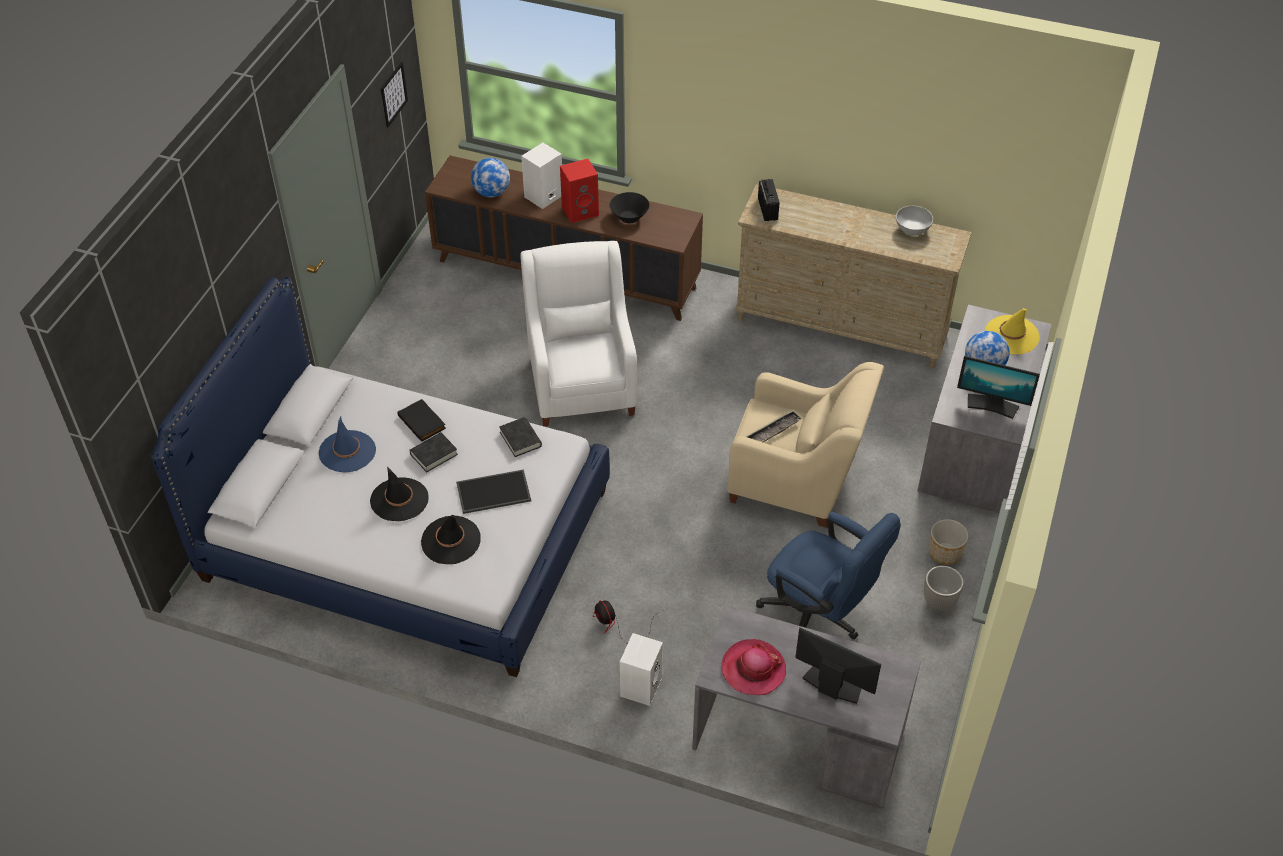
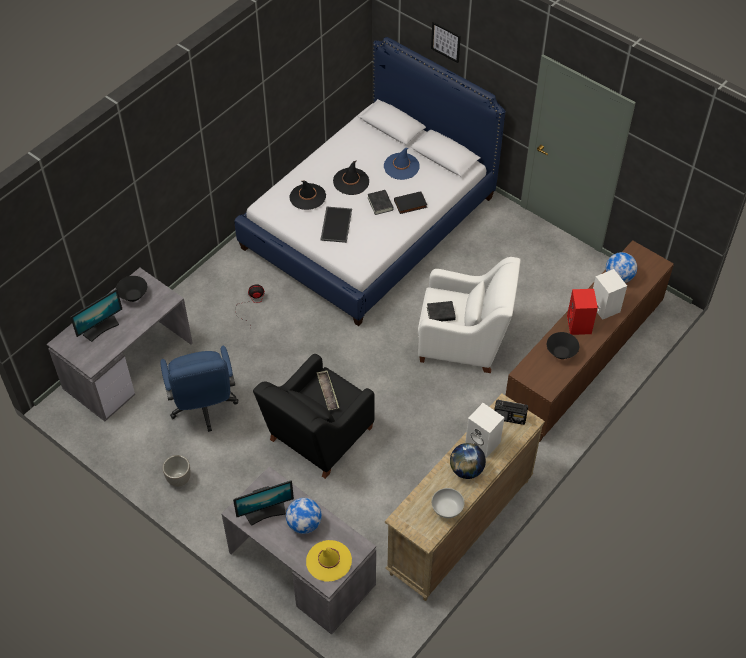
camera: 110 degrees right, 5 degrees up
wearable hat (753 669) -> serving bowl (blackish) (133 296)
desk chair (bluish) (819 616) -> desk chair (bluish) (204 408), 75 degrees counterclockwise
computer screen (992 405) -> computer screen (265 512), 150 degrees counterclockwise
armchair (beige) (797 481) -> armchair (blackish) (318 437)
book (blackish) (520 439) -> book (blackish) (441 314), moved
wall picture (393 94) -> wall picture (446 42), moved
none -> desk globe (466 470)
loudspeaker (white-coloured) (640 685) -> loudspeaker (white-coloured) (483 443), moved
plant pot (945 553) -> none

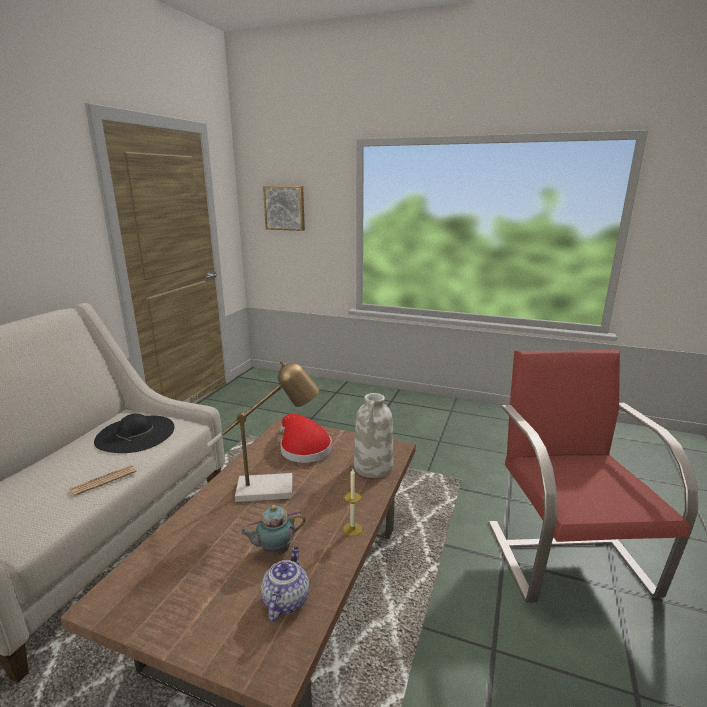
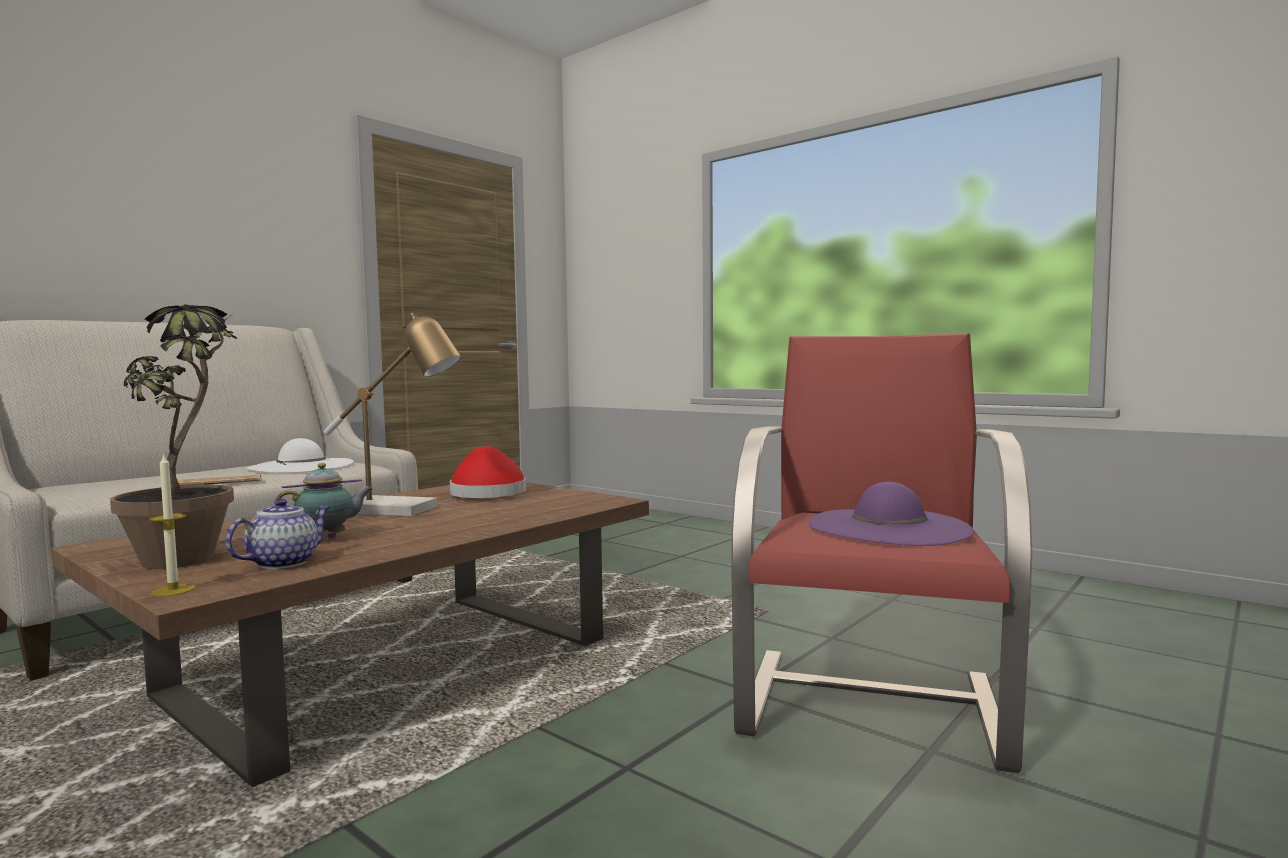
camera: 20 degrees right, 15 degrees down
none -> houseplant (191 554)
wax light (352 529) -> wax light (173 590), moved
wearable hat (blackish) (135 434) -> wearable hat (white-coloured) (301 466)
tea pot (274 551) -> tea pot (329 539), 150 degrees clockwise
none -> wearable hat (purple) (888 527)
wall picture (285 208) -> none
decorative vase (white-coloured) (373 467) -> none

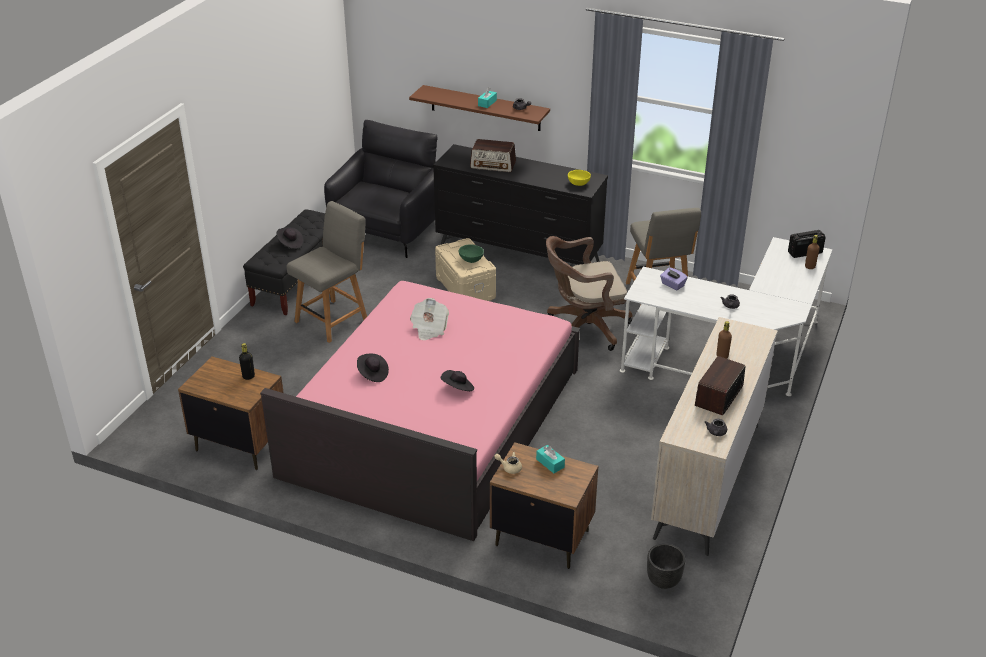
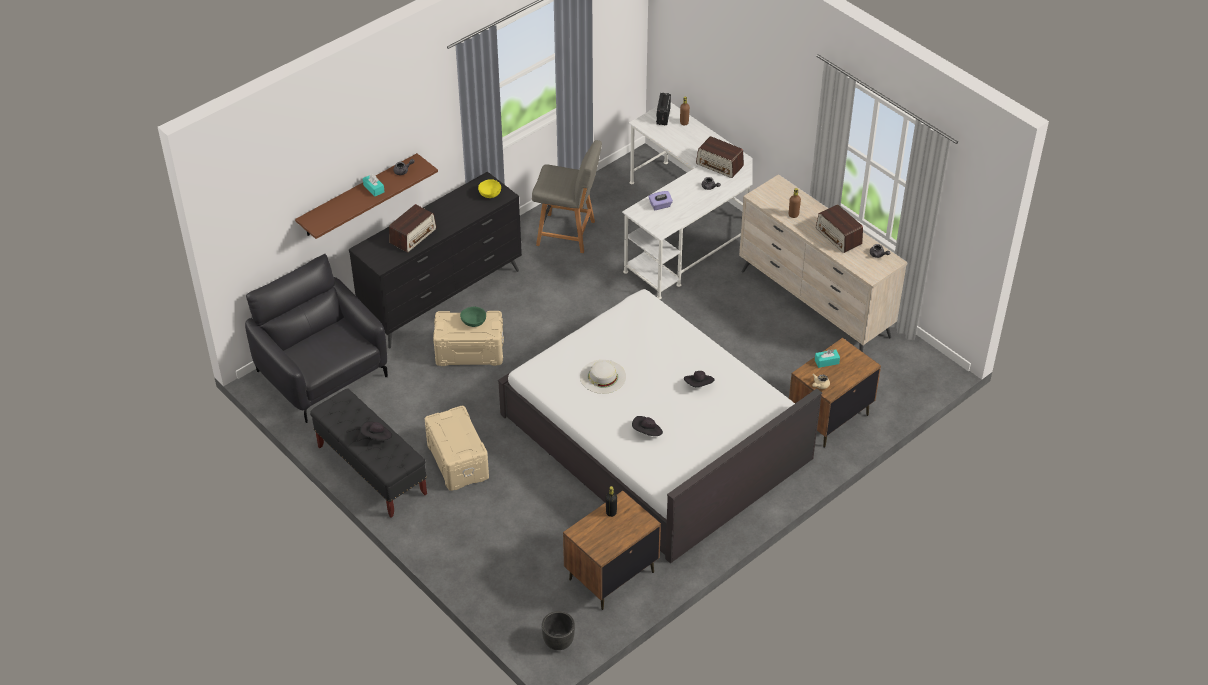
camera: 65 degrees left, 10 degrees up
chair (greyish) (333 320) -> storage container (beige) (458 460)
bedroom bed (pink-coloured) (433 421) -> bedroom bed (white-coloured) (655 437)
plant pot (blackish) (663 580) -> plant pot (blackish) (558 641), moved
daily paper (429 328) -> wearable hat (white-coloured) (603 376)
none -> radio (720 165)
desk chair (brown) (584 328) -> none

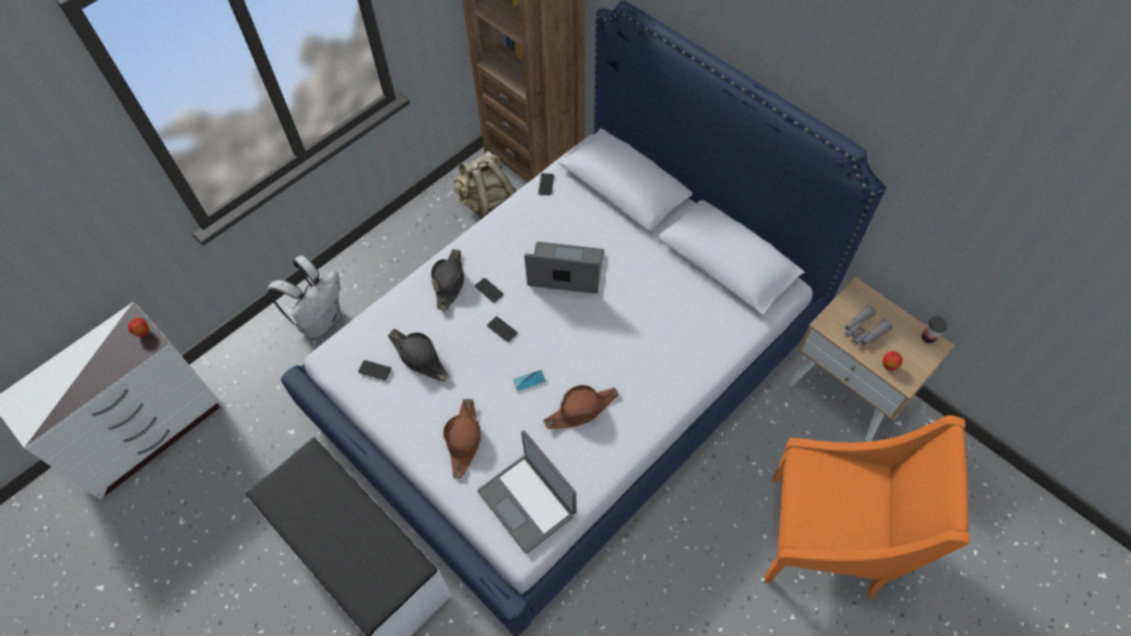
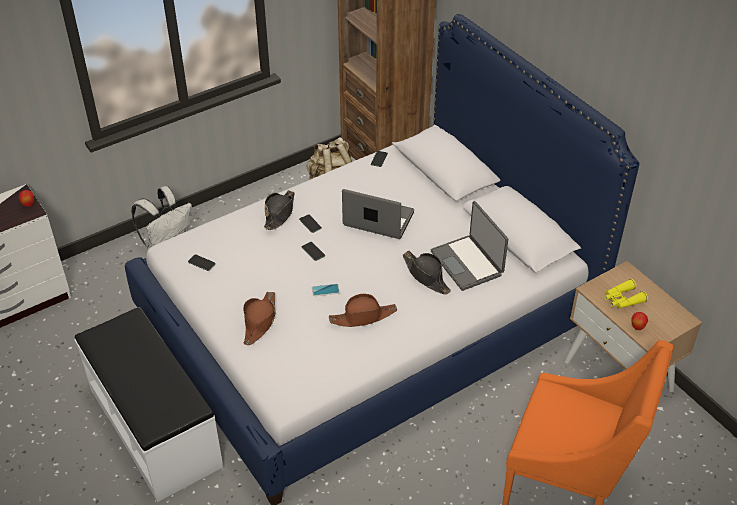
camera: 10 degrees right, 15 degrees down
wearable hat (blackish) (419 358) -> wearable hat (blackish) (426 276), moved
laptop (528 502) -> laptop (468 263), moved
binoculars (greyish) (863 331) -> binoculars (yellow-coloured) (622 299)
cup (928 337) -> none

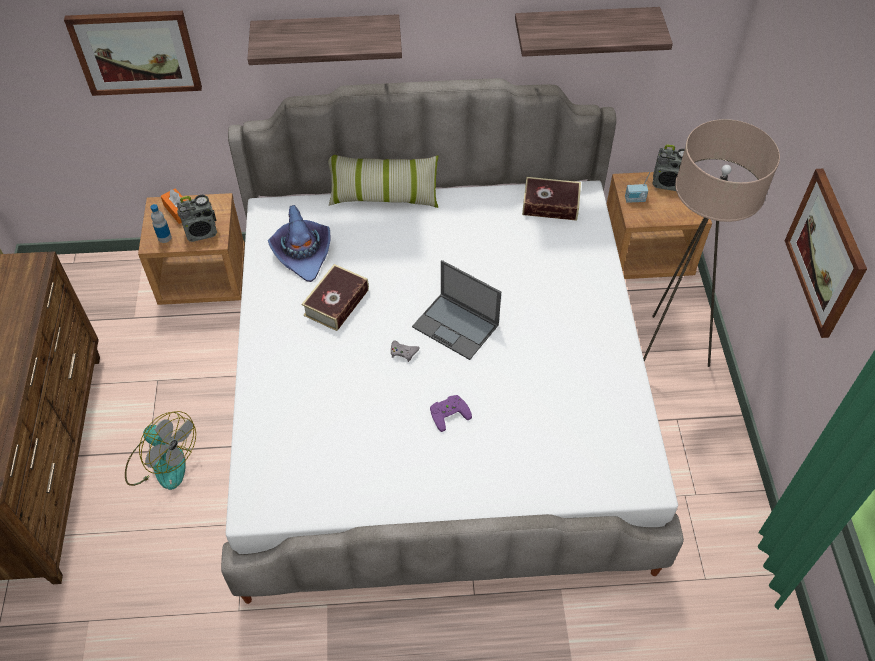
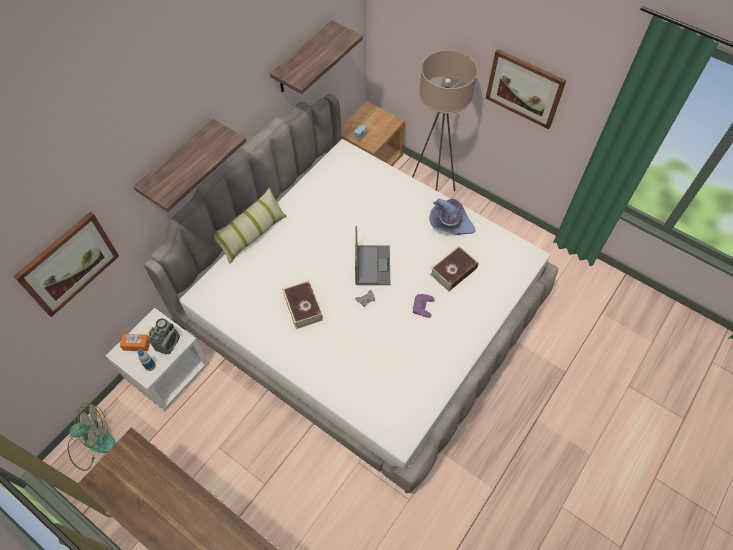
camera: 50 degrees left, 5 degrees up
electric fan (162 462) -> electric fan (92 443), moved
night table (brown) (204 277) -> night table (white-coloured) (168 372)
laptop (456 326) -> laptop (372 264), 75 degrees counterclockwise
wearable hat (purple) (303 253) -> wearable hat (purple) (450 223), moved
book (550 204) -> book (453 271), moved
radio (667 183) -> none

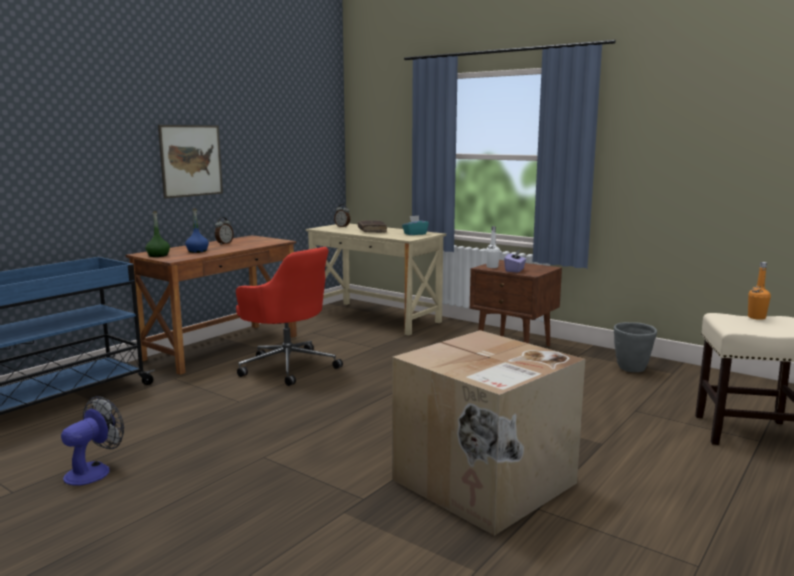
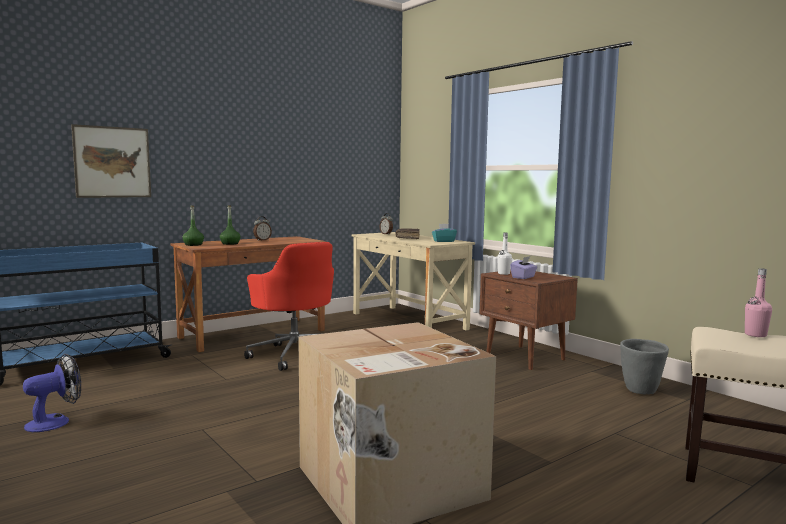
camera: 15 degrees right, 5 degrees down
wall picture (191 160) -> wall picture (112 162), moved
beverage bottle (bluish) (197 251) -> beverage bottle (greenish) (230 244)
beverage bottle (orange) (756 317) -> beverage bottle (pink-coloured) (755 335)

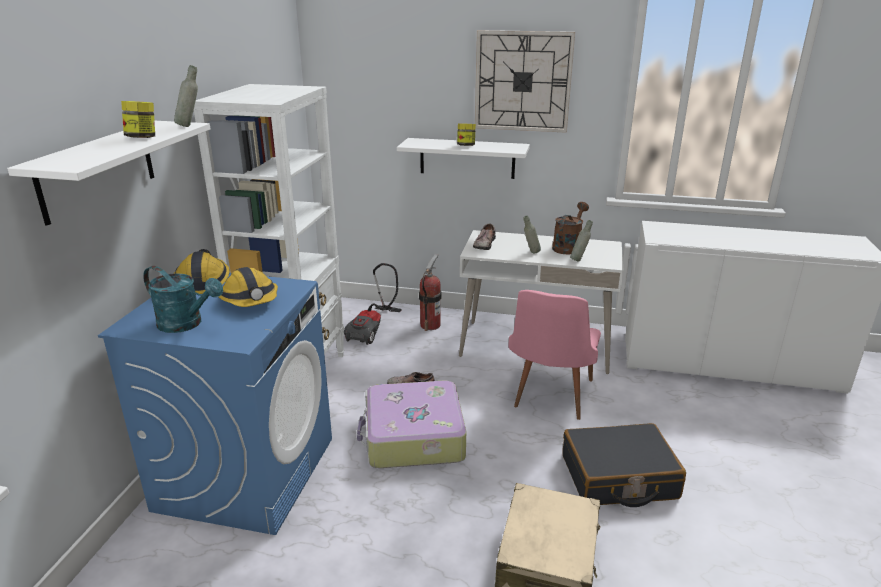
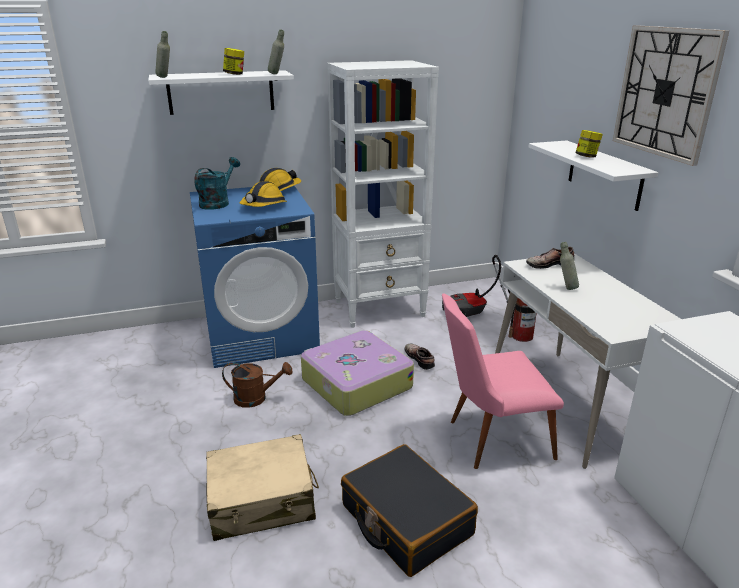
camera: 60 degrees right, 0 degrees up
beverage bottle (greyish) (579 260) -> beverage bottle (greyish) (165 77), moved
watering pot (blue-green) (186 324) -> watering pot (blue-green) (217 203), 150 degrees counterclockwise
watering pot (brown) (568 246) -> watering pot (brown) (256 398), moved

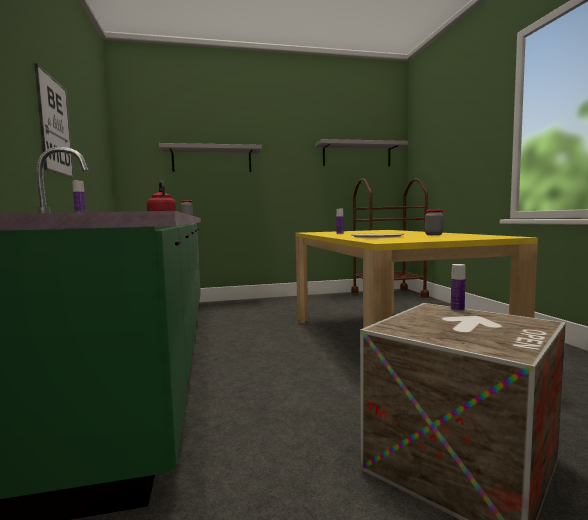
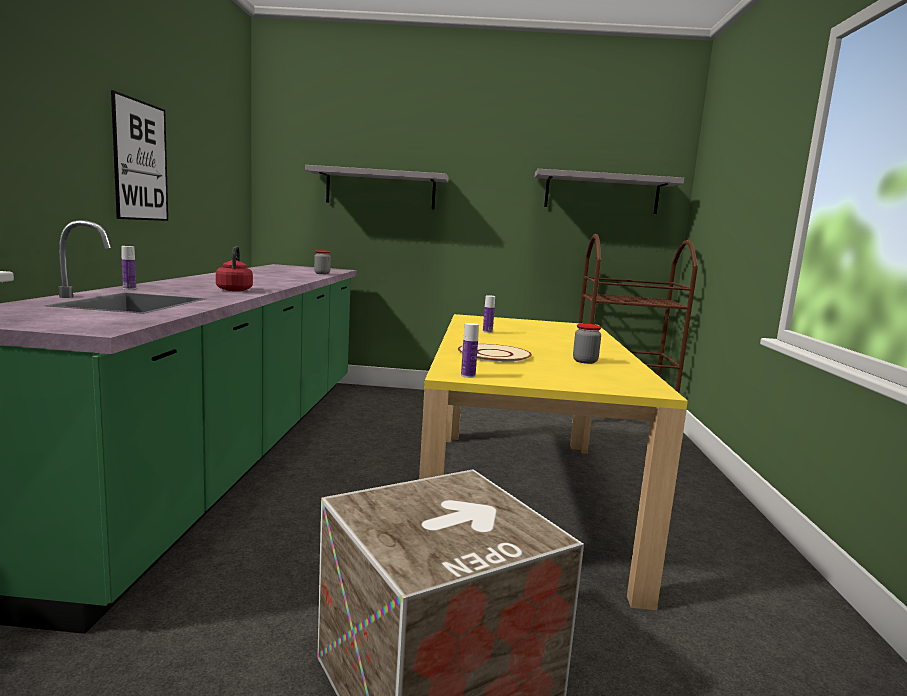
camera: 15 degrees right, 5 degrees up
beverage bottle (457 310) -> beverage bottle (468 375), moved

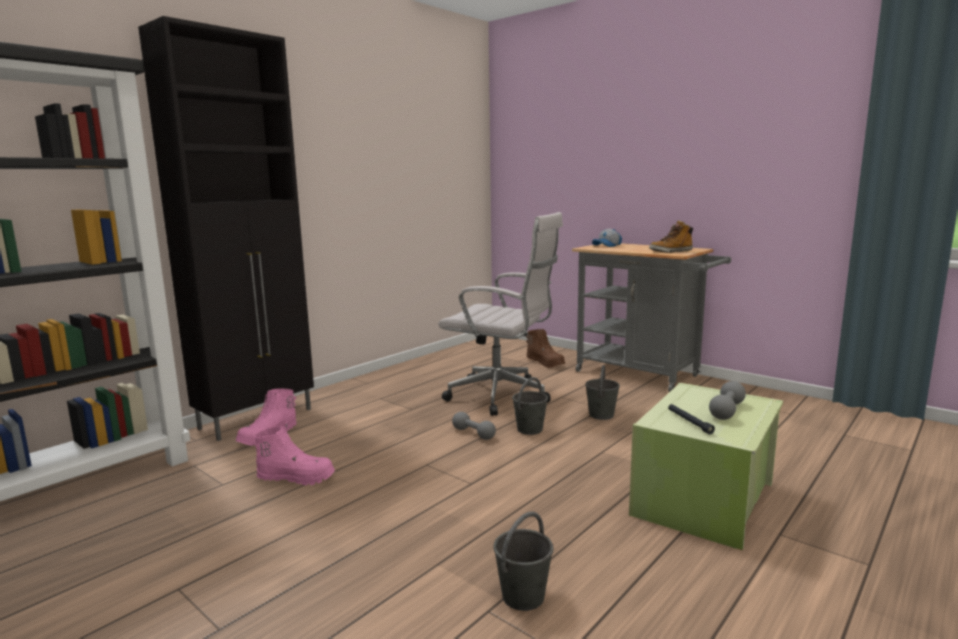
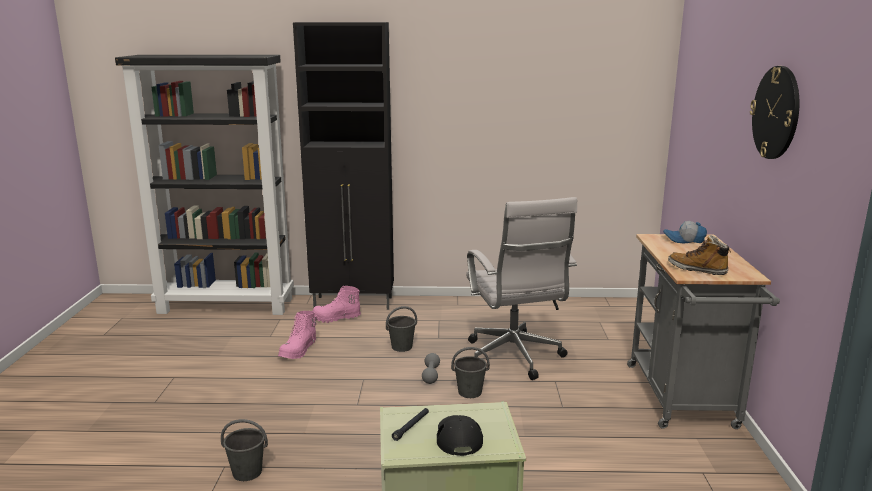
camera: 50 degrees right, 5 degrees up
boot (pink-coloured) (297 478) -> boot (pink-coloured) (299 350), 60 degrees clockwise
bucket (greyish) (601 415) -> bucket (greyish) (401 347), moved
hand weight (greyish) (726 411) -> peaked cap (blackish) (458 437)
none -> wall clock (776 112)
boot (brown) (545 363) -> none

